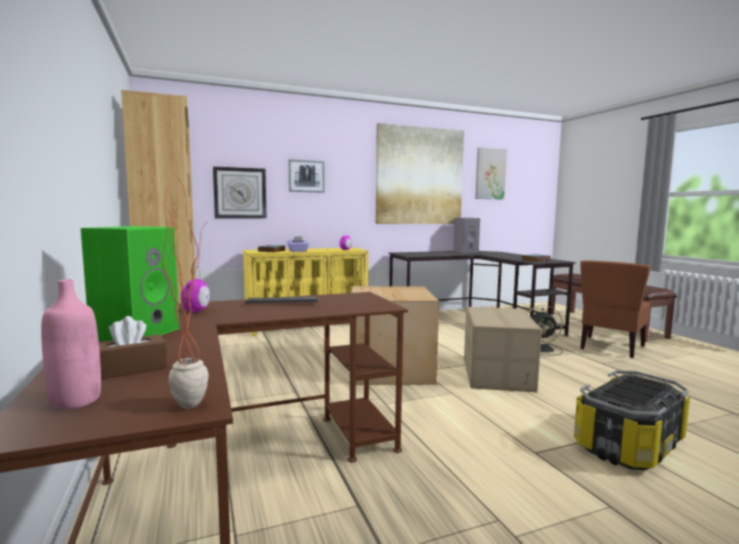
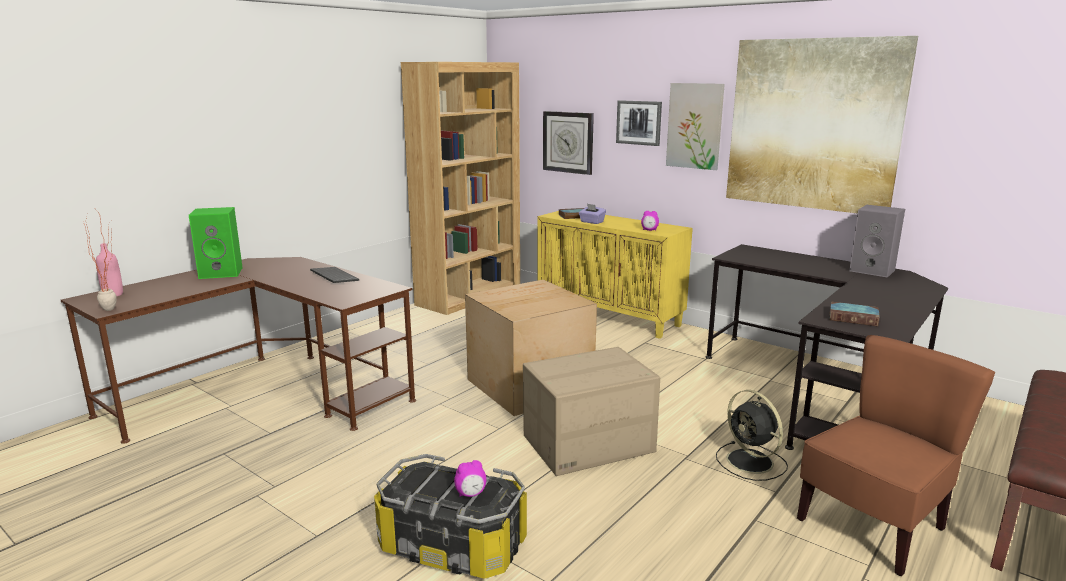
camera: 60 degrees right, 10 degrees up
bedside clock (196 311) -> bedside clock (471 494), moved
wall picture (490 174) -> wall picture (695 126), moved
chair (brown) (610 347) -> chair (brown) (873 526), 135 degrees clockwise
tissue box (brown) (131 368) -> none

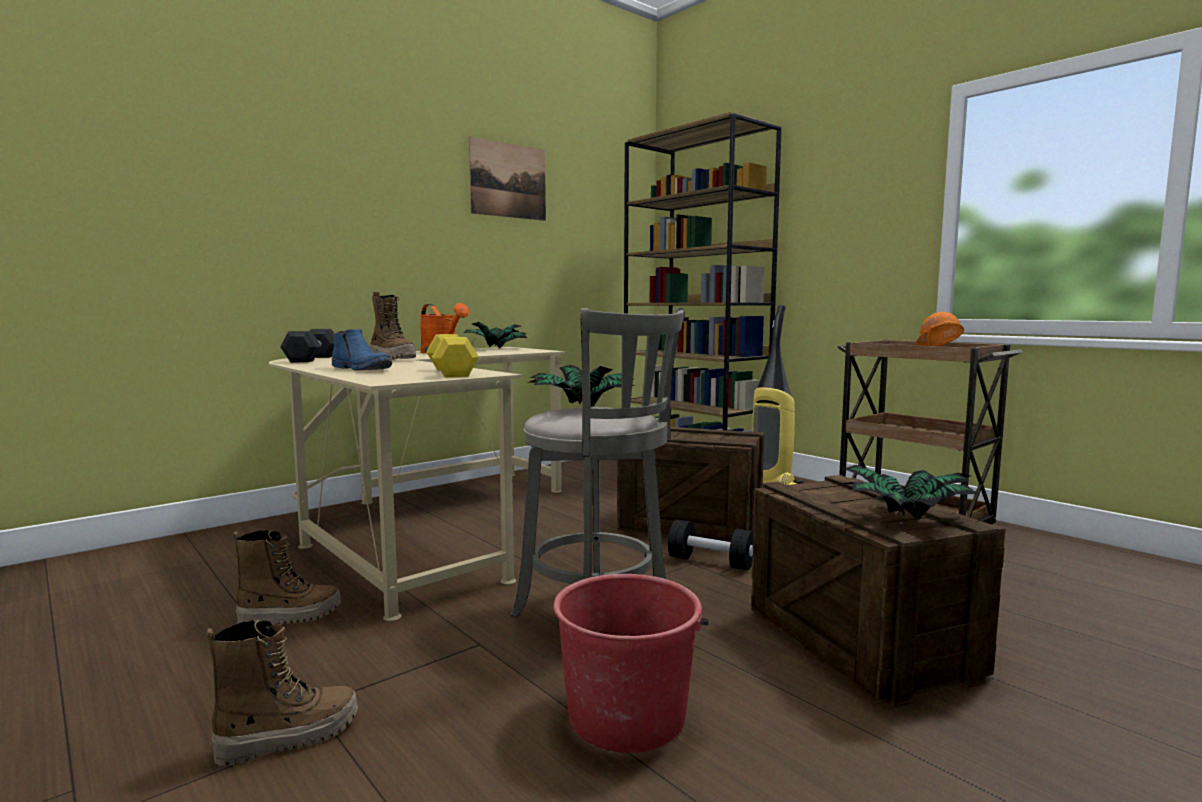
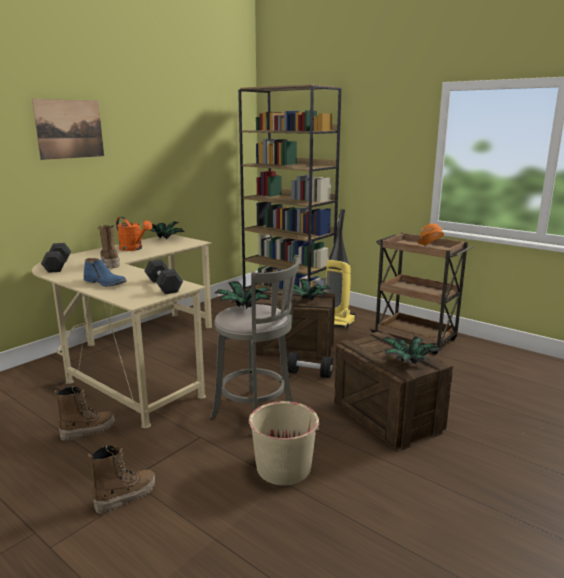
camera: 10 degrees left, 10 degrees up
wall picture (508 180) -> wall picture (69 129), moved
boot (392 359) -> boot (110 263), 150 degrees counterclockwise
hand weight (yellow-coloured) (451 372) -> hand weight (blackish) (163 286)
bucket (red-coloured) (627 715) -> bucket (beige) (283 467)
none -> houseplant (307 300)

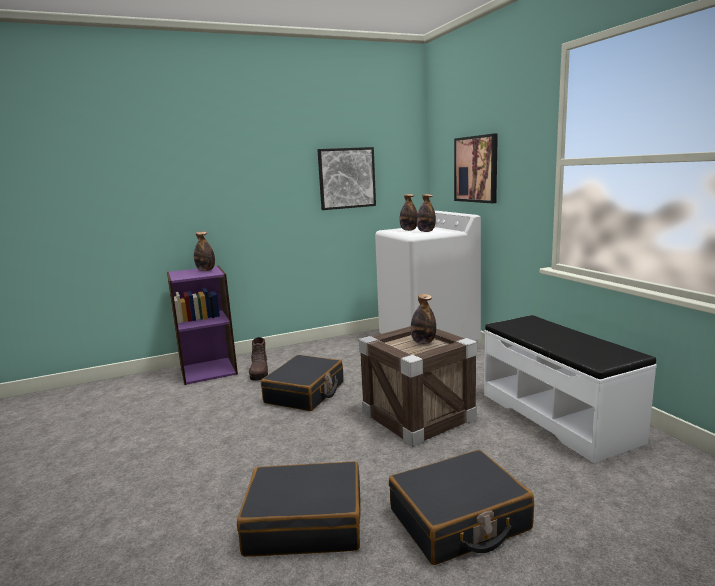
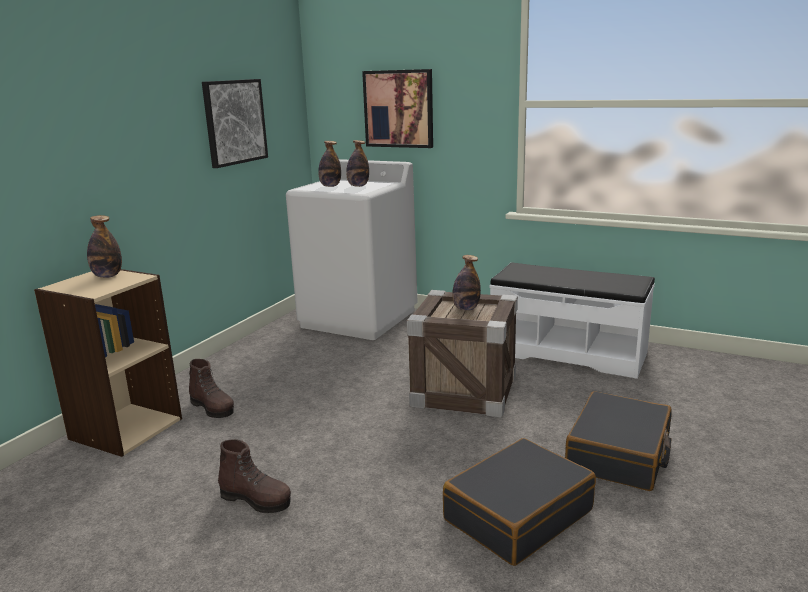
camera: 40 degrees left, 5 degrees up
bookcase (purple) (208 370) -> bookcase (beige) (125 428)
none -> boot (brown) (256 500)
travel case (blackish) (305 393) -> none

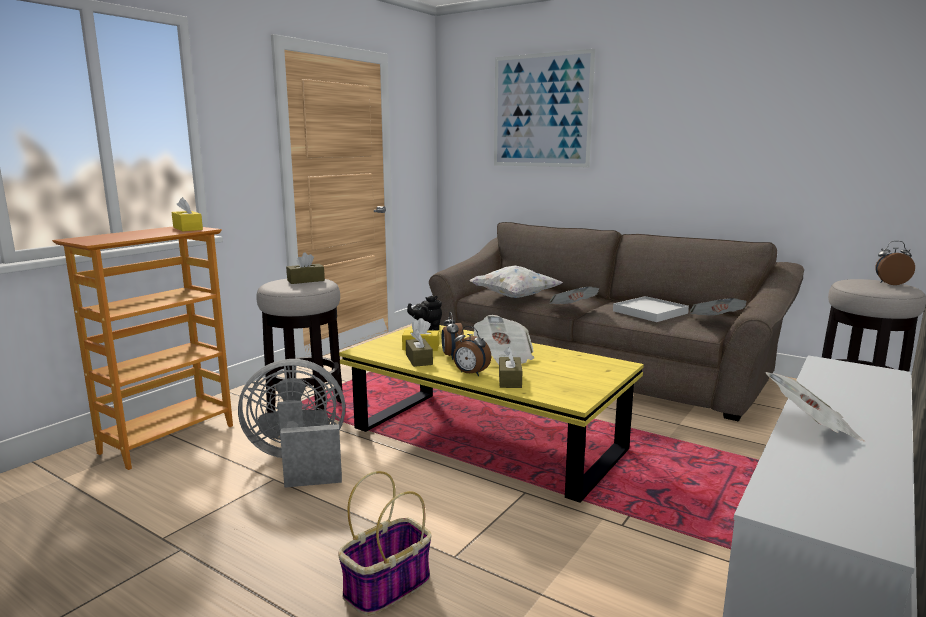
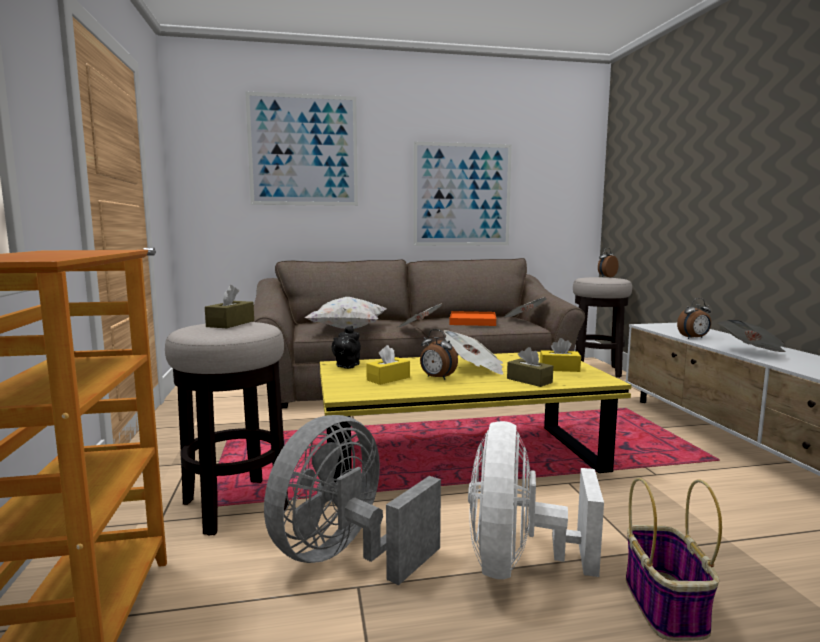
camera: 45 degrees left, 5 degrees down
none -> wall picture (462 195)
tray (white-coloured) (650 312) -> tray (orange) (473 321)
none -> electric fan (white-coloured) (518 564)
tissue box (yellow-coloured) (187 228) -> tissue box (yellow-coloured) (559 368), moved
bedside clock (470 373) -> bedside clock (694 338), moved
tissue box (brown) (419 359) -> none

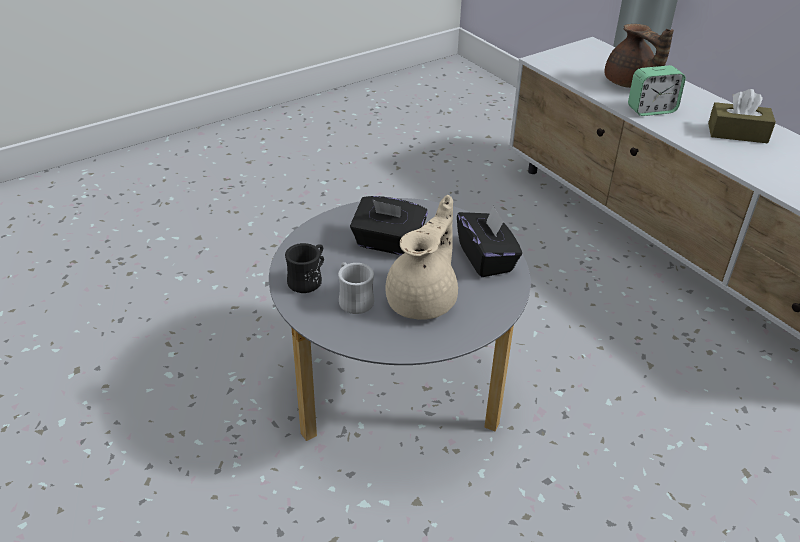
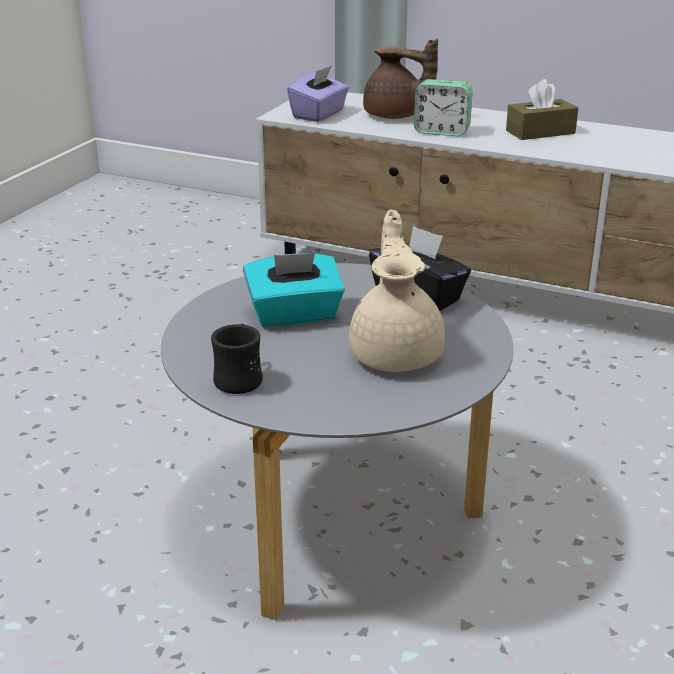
camera: 30 degrees left, 10 degrees down
tissue box (blackish) (388 243) -> tissue box (blue-green) (294 316)
none -> tissue box (purple) (319 114)
bedside clock (651 110) -> bedside clock (441 131), 60 degrees clockwise
mug (white-coloured) (353 300) -> none

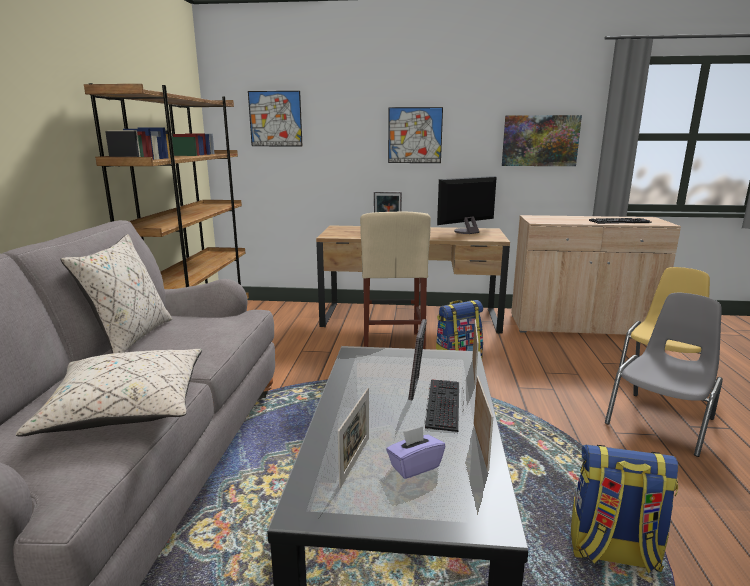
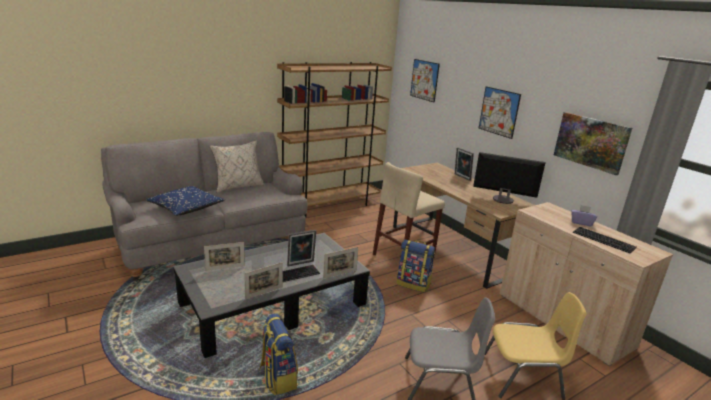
camera: 50 degrees right, 5 degrees up
cushion (beige) (126 408) -> cushion (bluish) (186 208)
tissue box (purple) (414 466) -> tissue box (purple) (581 222), moved

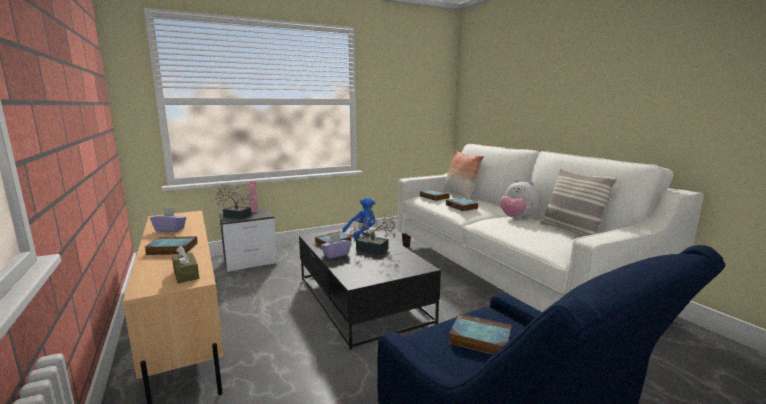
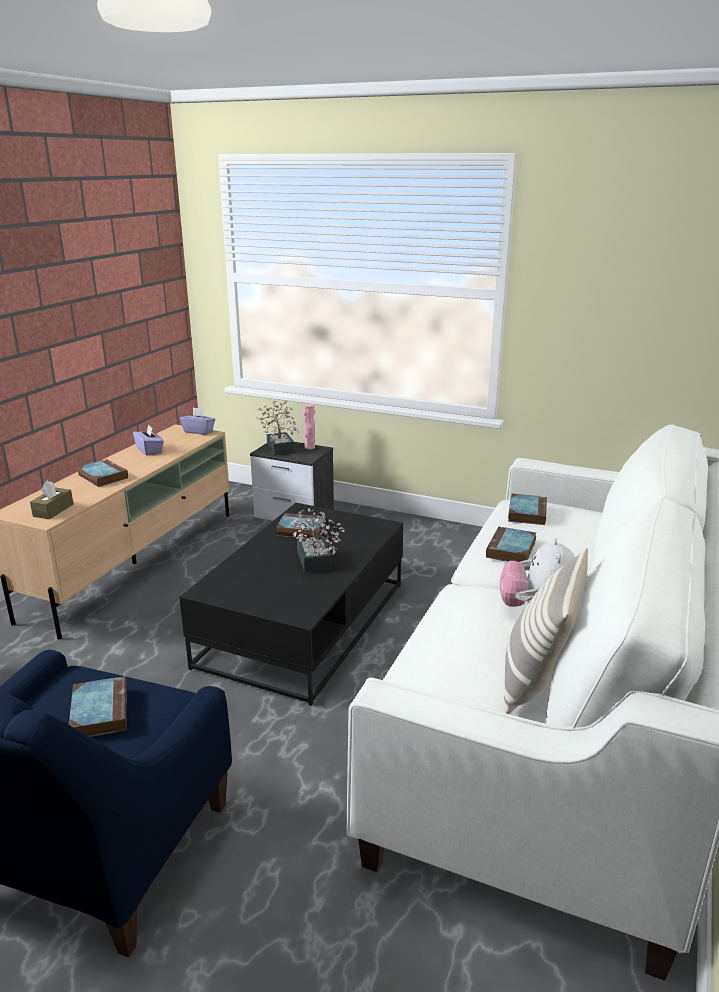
camera: 50 degrees right, 10 degrees up
tissue box (purple) (336 254) -> tissue box (purple) (199 431), moved
plush toy (bluish) (362 232) -> none
cushion (459 195) -> none

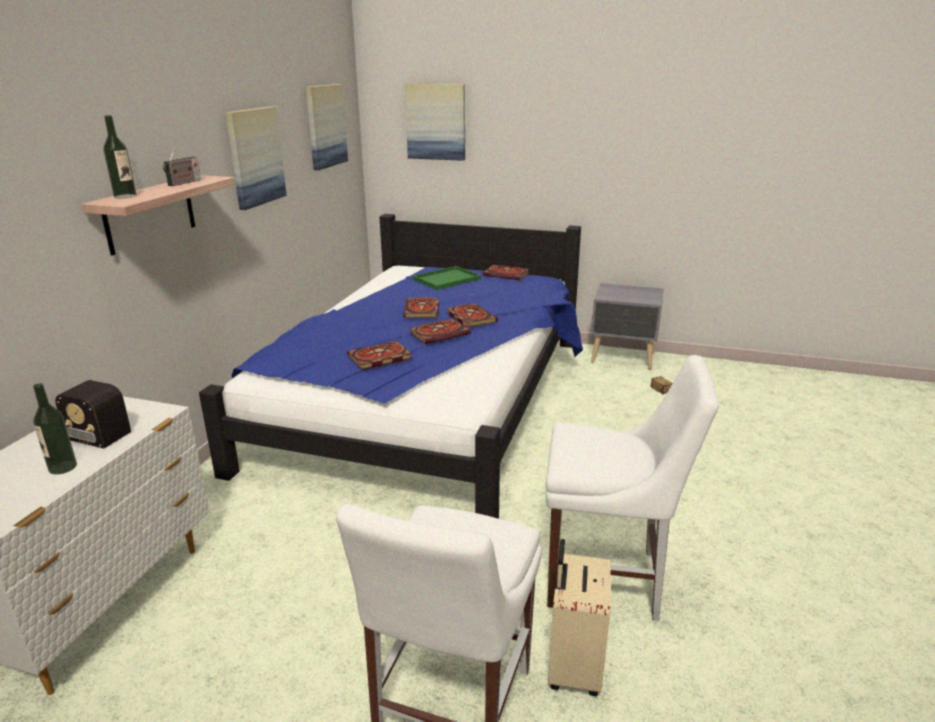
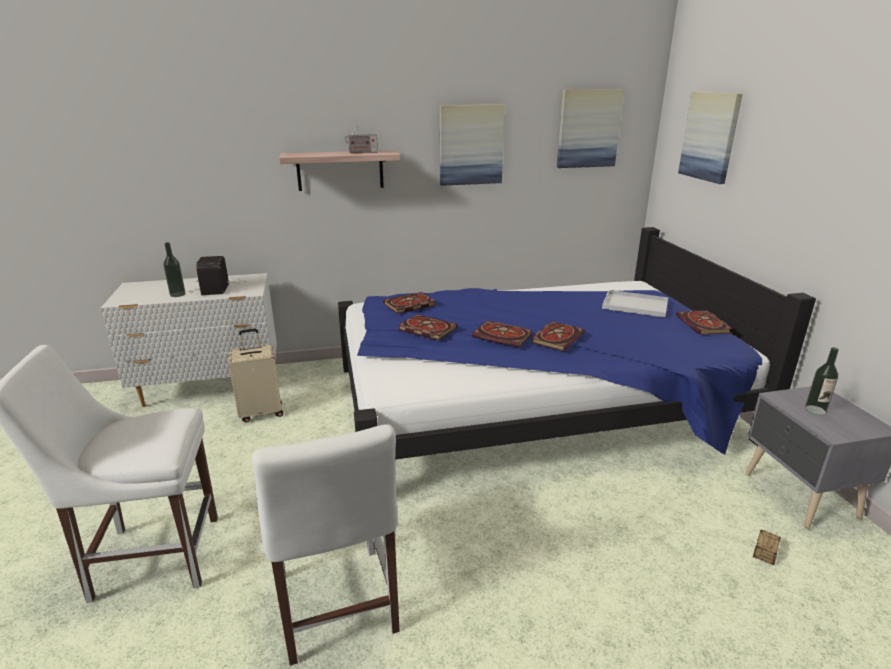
camera: 60 degrees right, 0 degrees up
travel case (beige) (573 668) -> travel case (beige) (261 412), moved
book (422 310) -> book (409 305), moved
tray (greenish) (447 279) -> tray (white-coloured) (636 305)
beverage bottle (125 196) -> beverage bottle (815 410), moved

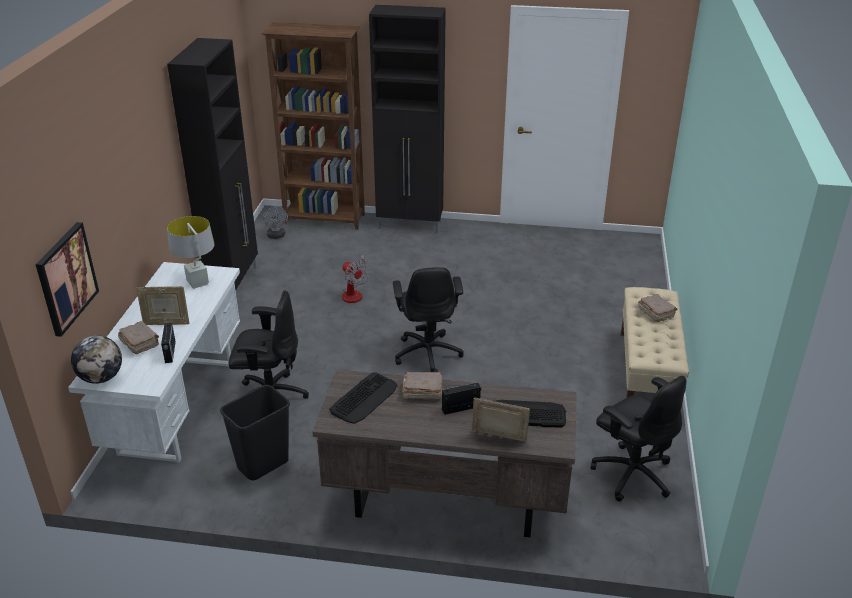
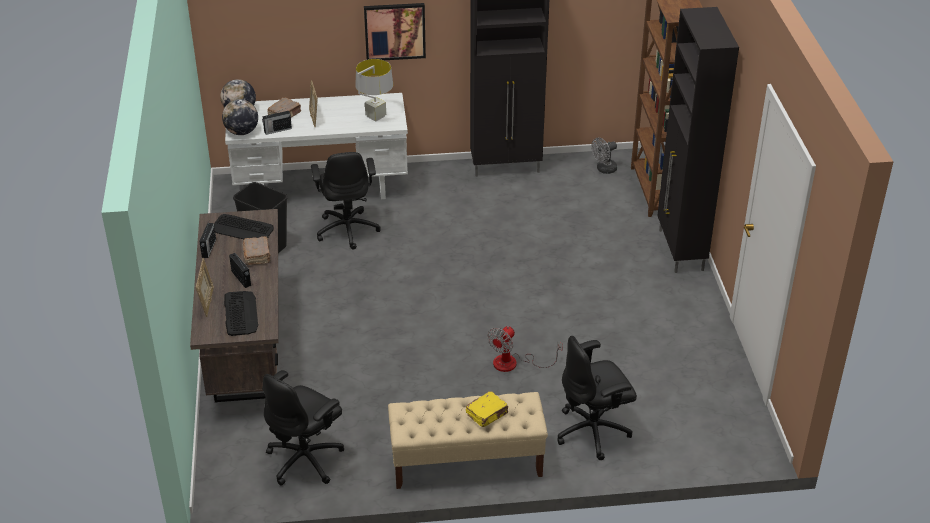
camera: 75 degrees right, 5 degrees up
none -> radio (208 248)
none -> desk globe (242 132)
wall picture (66 278) -> wall picture (395 31), moved
book (brown) (655 313) -> book (yellow-coloured) (487 414)
electric fan (354 293) -> electric fan (514 363), moved
desk chair (blackish) (428 353) -> desk chair (blackish) (593 432), moved

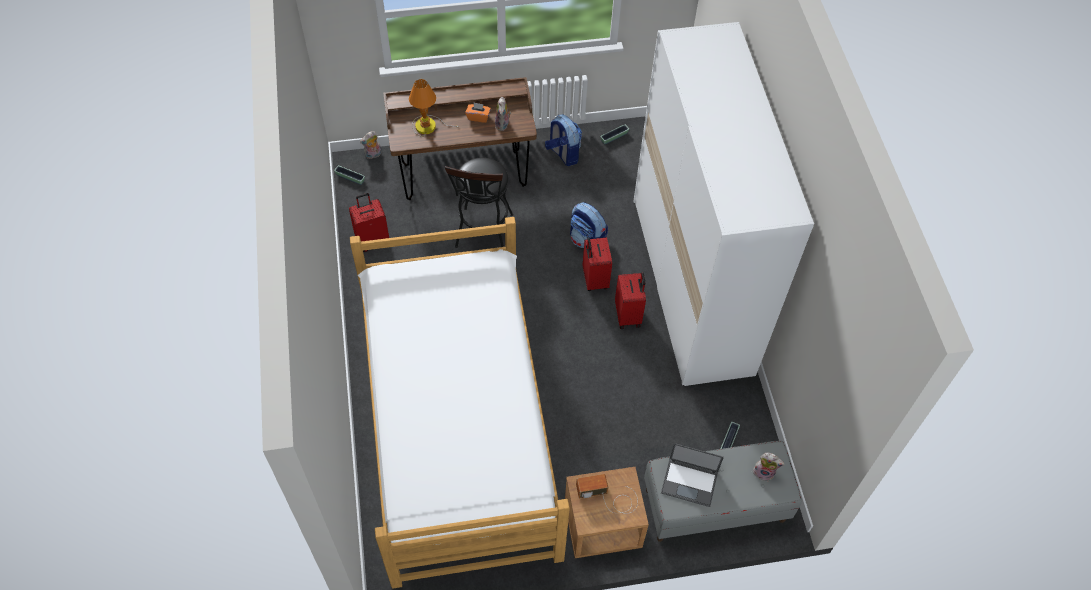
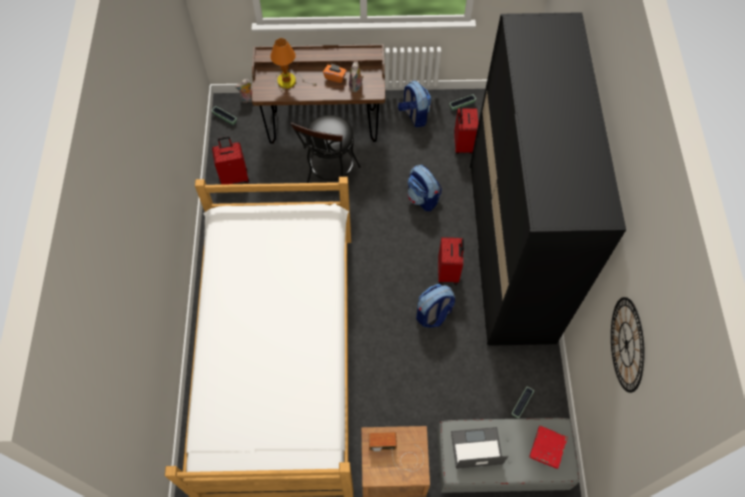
camera: 10 degrees right, 5 degrees up
none -> rucksack (433 314)
laptop (690 482) -> laptop (476 448), 150 degrees clockwise
travel case (red-coloured) (594 279) -> travel case (red-coloured) (462 144), moved
armoire (white-coloured) (691 285) -> armoire (blackish) (510 251)
plush toy (764 472) -> book (red-coloured) (547 447)
none -> wall clock (627 344)

